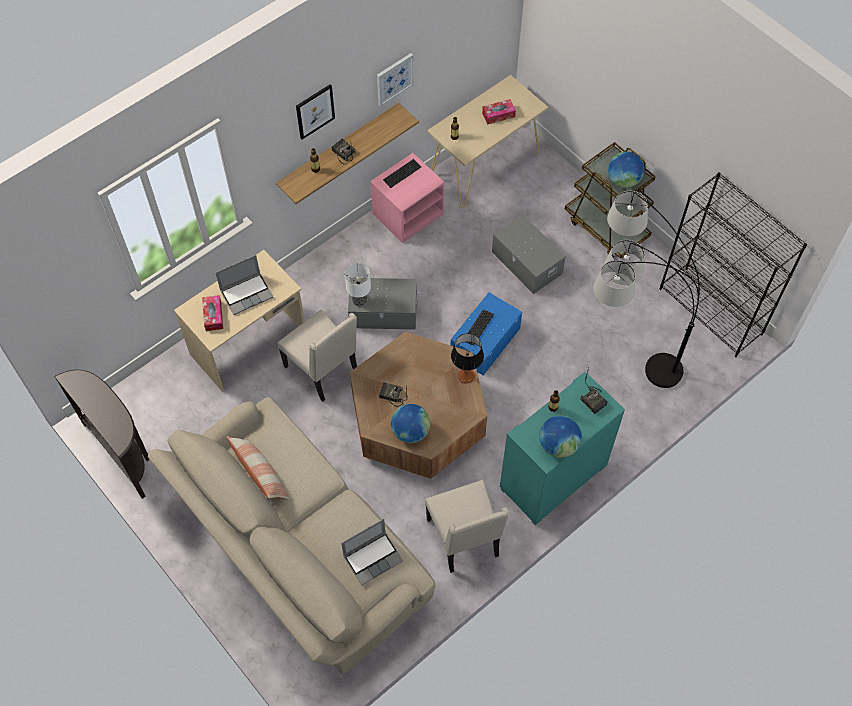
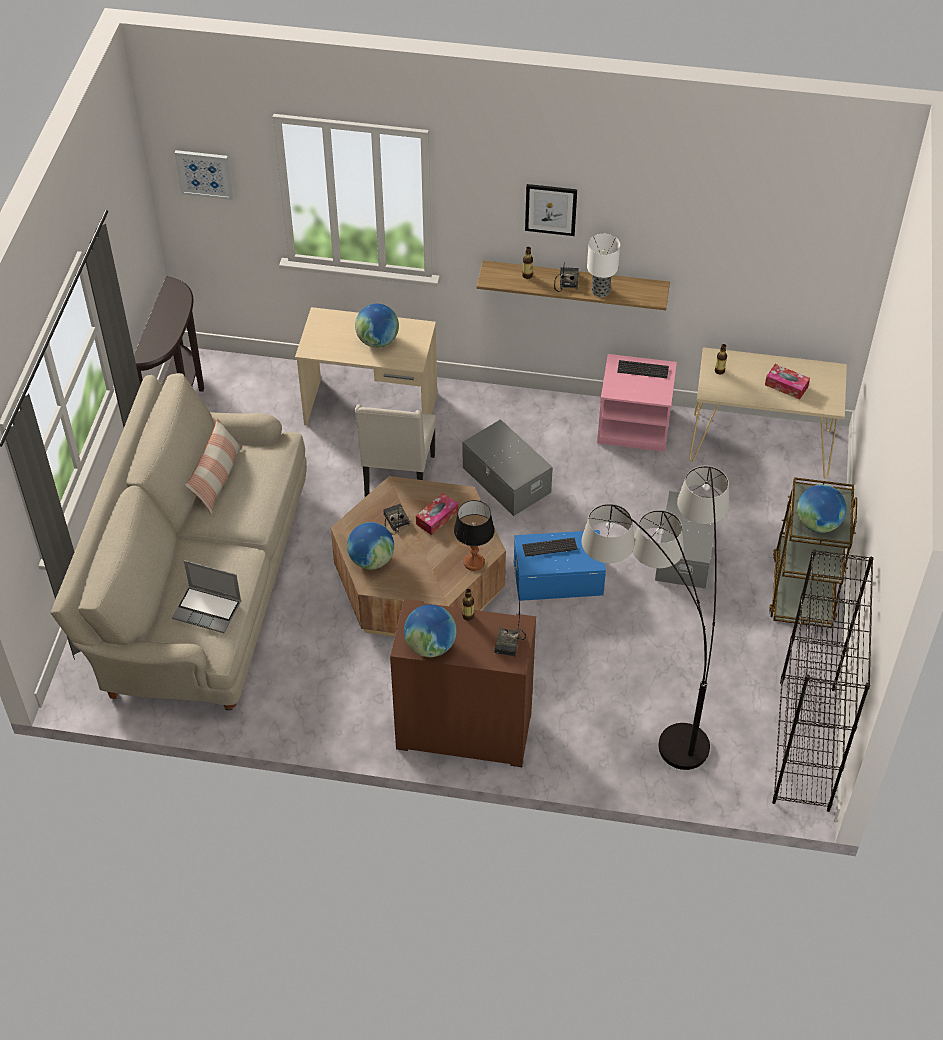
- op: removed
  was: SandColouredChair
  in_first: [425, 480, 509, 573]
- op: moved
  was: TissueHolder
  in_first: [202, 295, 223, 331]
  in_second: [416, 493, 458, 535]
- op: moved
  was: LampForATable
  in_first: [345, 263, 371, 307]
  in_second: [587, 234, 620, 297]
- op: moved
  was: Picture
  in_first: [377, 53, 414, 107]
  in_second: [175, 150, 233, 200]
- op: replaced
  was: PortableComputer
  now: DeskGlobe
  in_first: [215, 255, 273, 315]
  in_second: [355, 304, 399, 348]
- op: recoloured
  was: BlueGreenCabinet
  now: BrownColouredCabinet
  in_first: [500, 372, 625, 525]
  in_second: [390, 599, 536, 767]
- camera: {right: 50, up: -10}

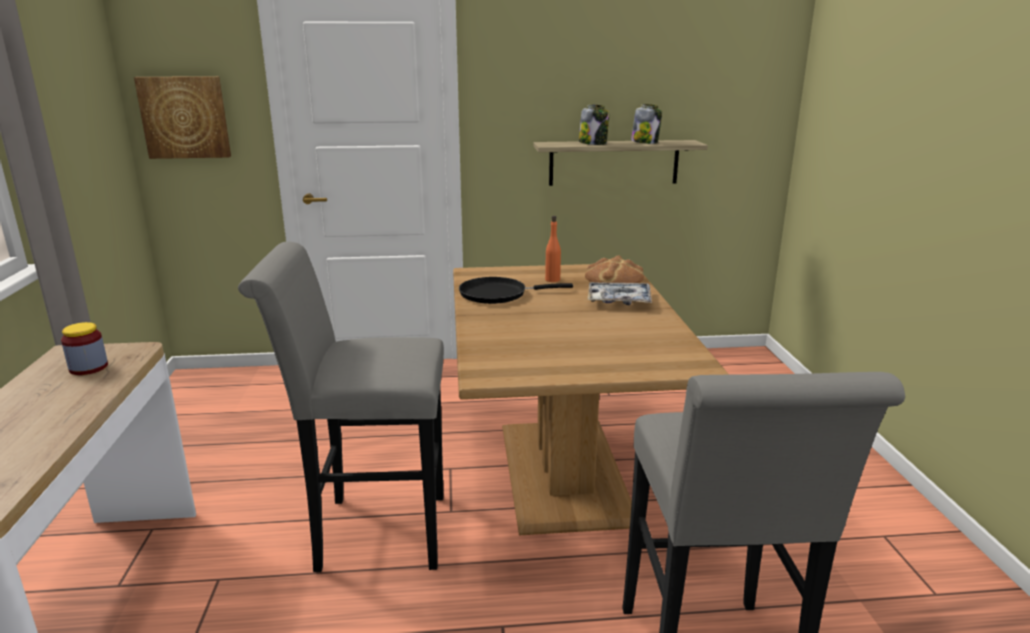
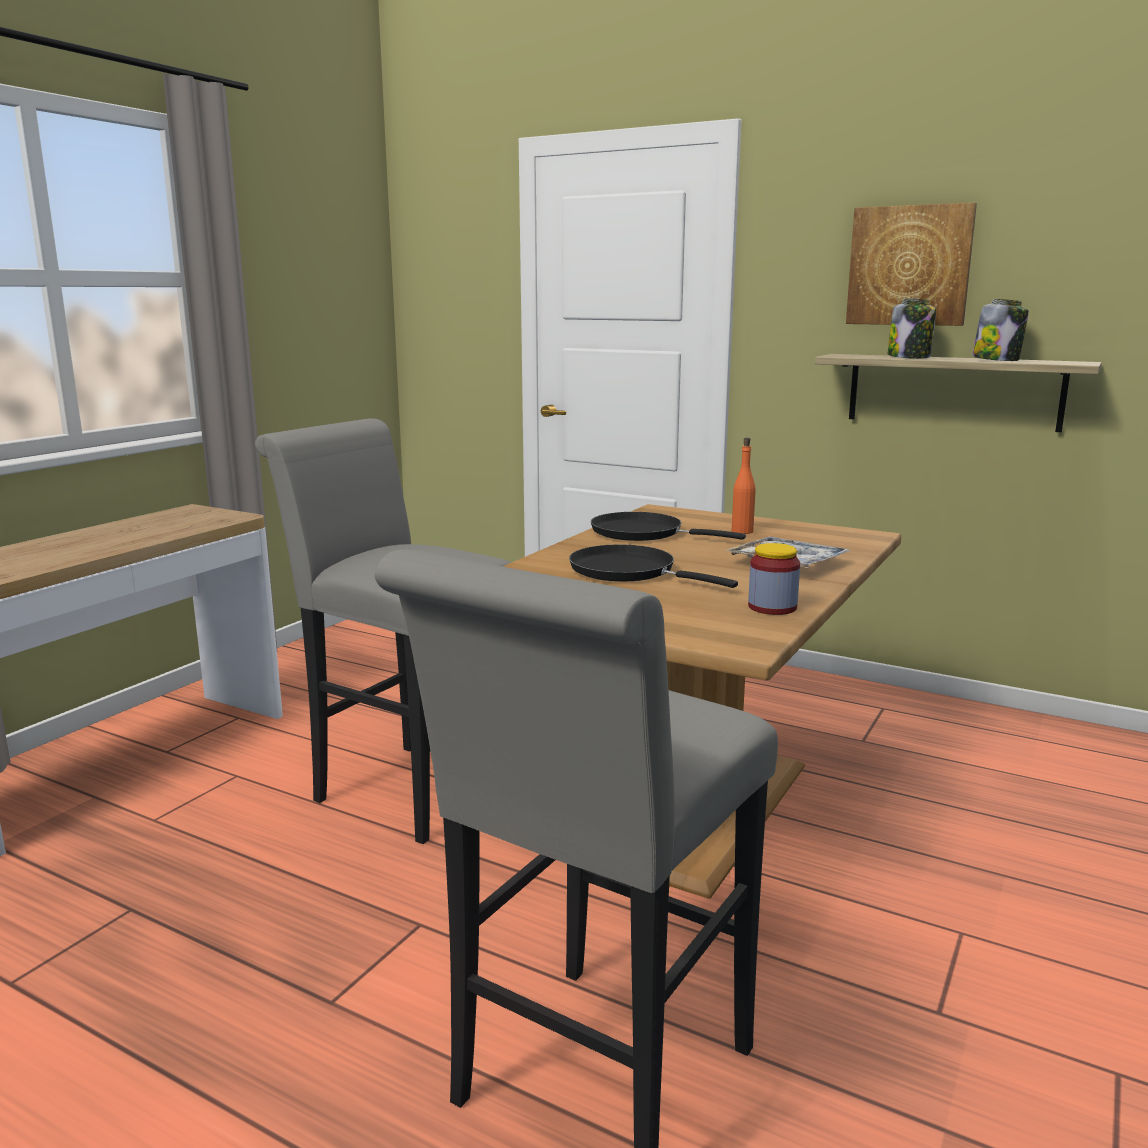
- op: removed
  was: Bread
  in_first: [585, 255, 644, 283]
- op: added
  now: BlackishSkillet
  in_second: [569, 544, 738, 588]
- op: moved
  was: StorageJar
  in_first: [61, 322, 108, 375]
  in_second: [748, 543, 800, 615]
- op: moved
  was: Picture
  in_first: [134, 76, 231, 159]
  in_second: [846, 203, 977, 326]
- camera: {right: 35, up: -5}

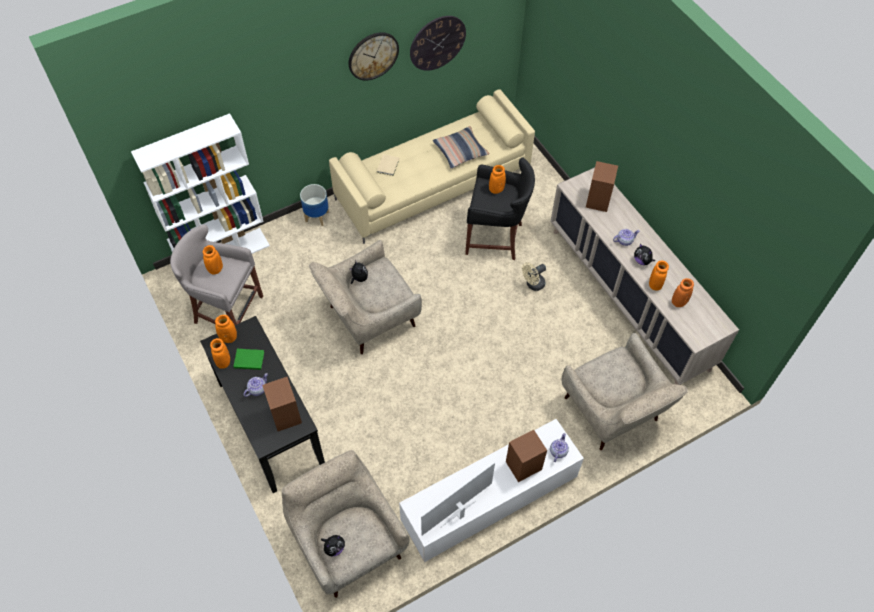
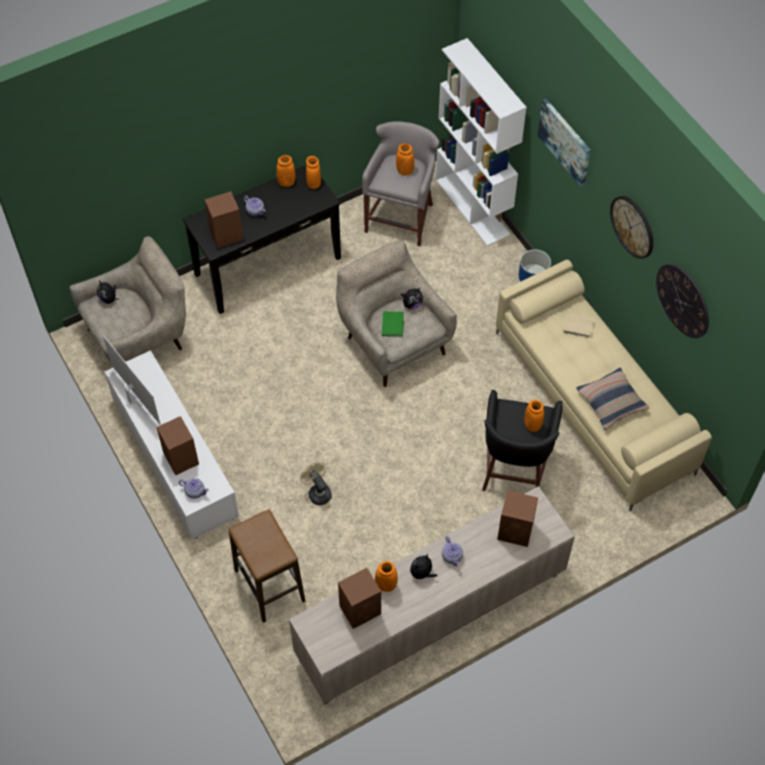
- op: added
  now: Picture
  in_second: [538, 99, 591, 186]
- op: moved
  was: GreenVolume
  in_first: [233, 349, 264, 370]
  in_second: [382, 311, 404, 337]
- op: moved
  was: SandColouredCoolingFan
  in_first: [522, 262, 546, 291]
  in_second: [300, 462, 332, 505]
- op: replaced
  was: SandColouredArmchair
  now: Stool
  in_first: [562, 333, 688, 450]
  in_second: [228, 509, 305, 623]
- op: replaced
  was: OrangeColouredVase
  now: BrownColouredAudioSpeaker
  in_first: [672, 278, 694, 307]
  in_second: [338, 568, 381, 629]
- camera: {right: 90, up: 0}

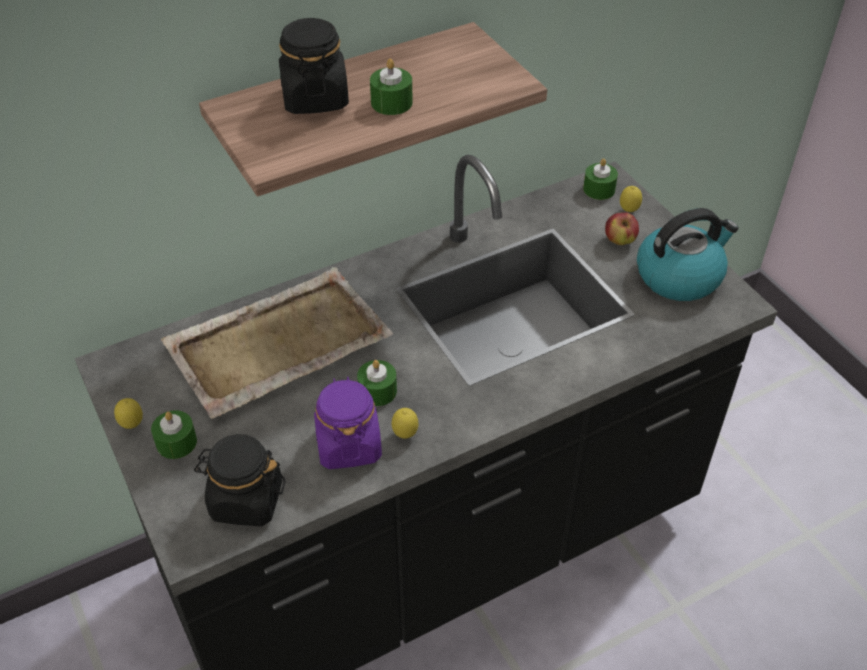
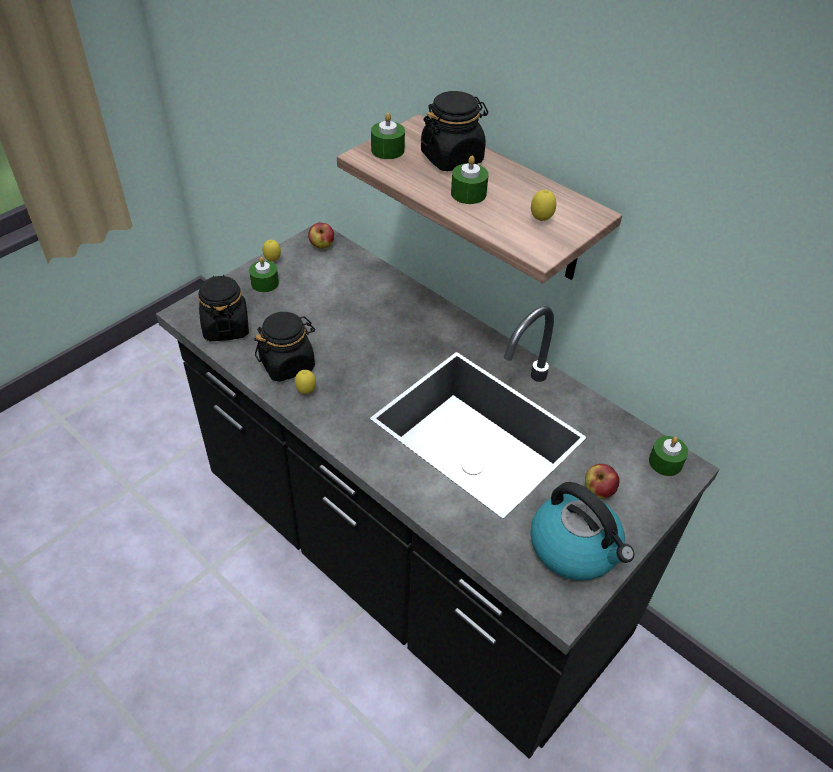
- op: removed
  was: SandColouredServingTray
  in_first: [161, 267, 393, 419]
- op: added
  now: Apple
  in_second: [308, 223, 334, 249]
- op: moved
  was: GreenWaxLight
  in_first: [357, 360, 397, 406]
  in_second: [371, 113, 405, 159]
- op: moved
  was: WholeLemon
  in_first: [620, 186, 642, 212]
  in_second: [531, 190, 556, 221]
- op: recoloured
  was: PurpleColouredStorageJar
  now: BlackishStorageJar
  in_first: [314, 376, 382, 469]
  in_second: [254, 312, 315, 382]
- camera: {right: 70, up: 0}

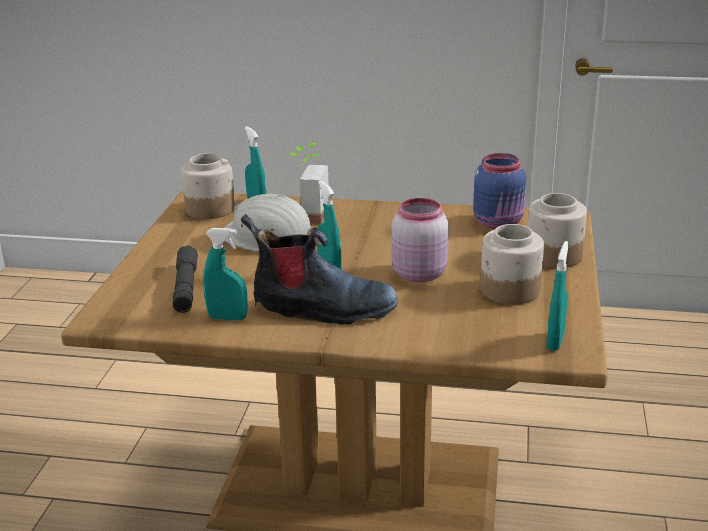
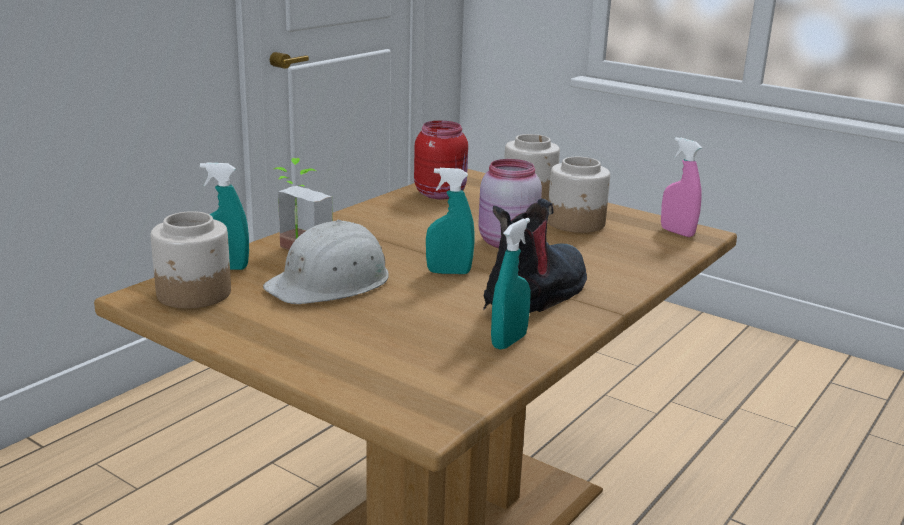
- op: removed
  was: GreyTorch
  in_first: [173, 245, 198, 313]
- op: recoloured
  was: BlueColouredStorageJar
  now: RedStorageJar
  in_first: [473, 153, 526, 229]
  in_second: [414, 121, 468, 199]
- op: recoloured
  was: BlueGreenSprayer
  now: PinkishSprayer
  in_first: [547, 241, 568, 351]
  in_second: [661, 137, 702, 237]
- camera: {right: -65, up: -5}

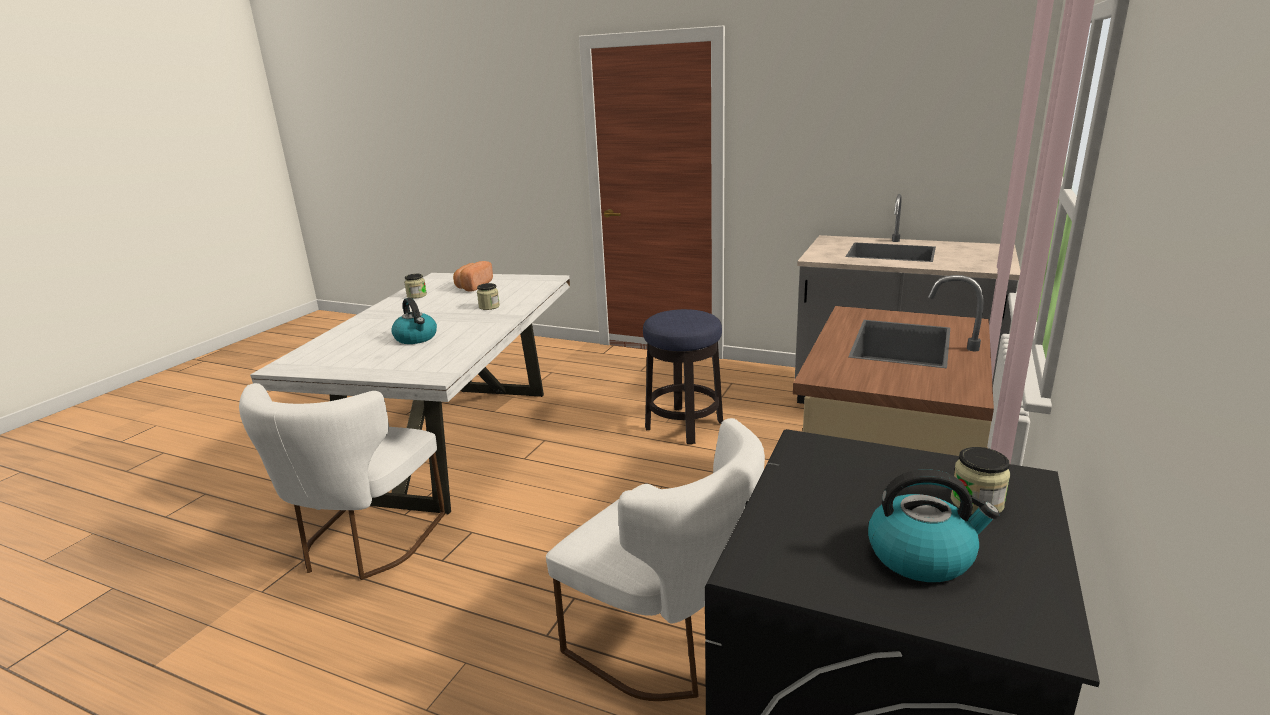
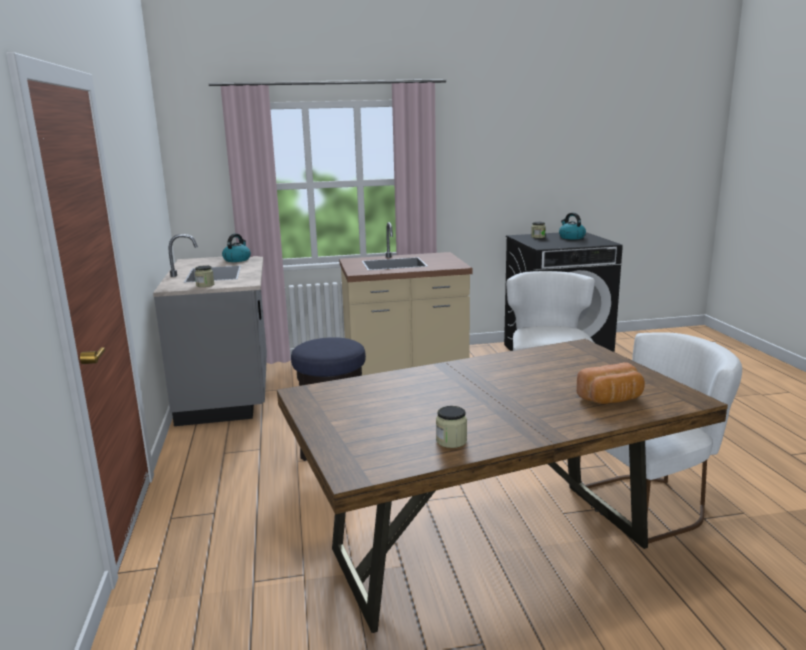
- op: moved
  was: WaterKettle
  in_first: [391, 298, 437, 344]
  in_second: [222, 234, 251, 262]
- op: moved
  was: Bread
  in_first: [453, 261, 493, 292]
  in_second: [577, 362, 645, 404]
- op: moved
  was: StorageJar
  in_first: [477, 283, 500, 310]
  in_second: [195, 265, 214, 287]
- op: recoloured
  was: WhitishDiningTable
  now: BrownColouredDiningTable
  in_first: [250, 273, 570, 514]
  in_second: [277, 339, 728, 633]
- camera: {right: -125, up: -5}

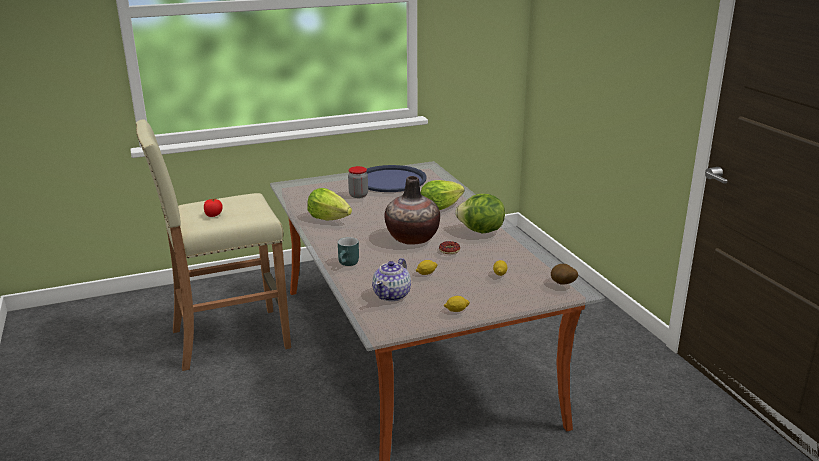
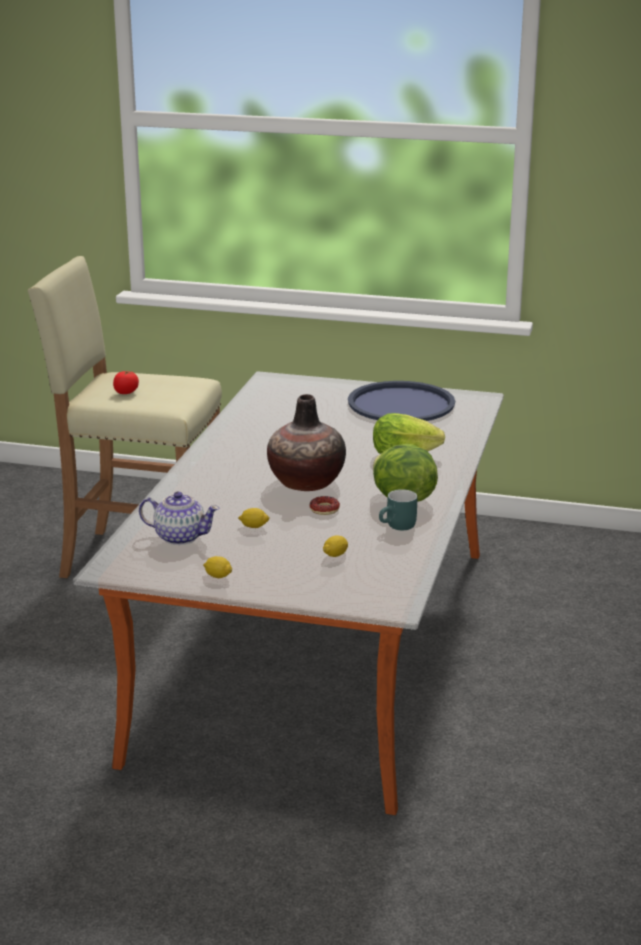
- op: removed
  was: Lettuce
  in_first: [308, 188, 352, 220]
- op: removed
  was: StorageJar
  in_first: [348, 166, 368, 198]
- op: removed
  was: Spud
  in_first: [551, 264, 578, 284]
- op: moved
  was: BlueGreenMug
  in_first: [338, 237, 359, 266]
  in_second: [379, 489, 418, 530]
- op: turned
  was: Teapot
  in_first: [372, 258, 411, 302]
  in_second: [139, 492, 220, 545]
  clockwise: -135
- camera: {right: 35, up: 0}

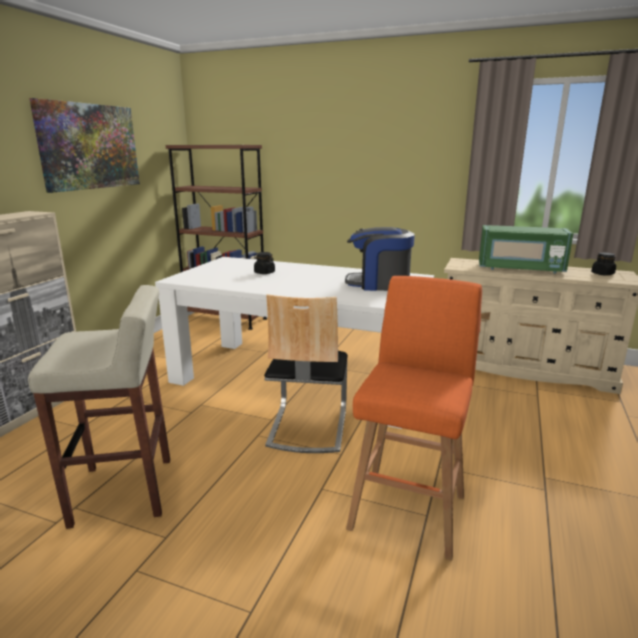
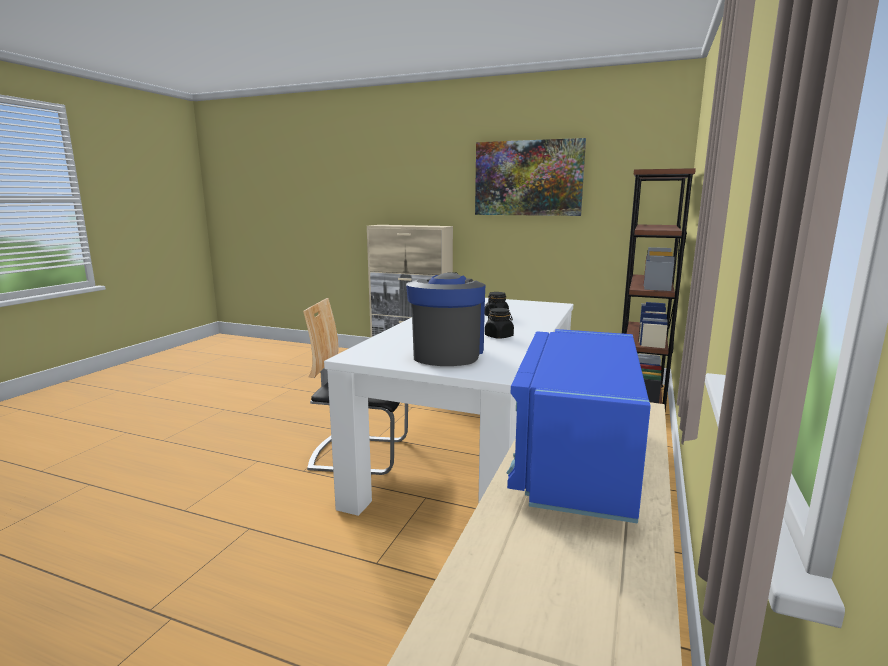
- op: removed
  was: SandColouredStool
  in_first: [28, 285, 170, 529]
- op: removed
  was: OrangeColouredStool
  in_first: [346, 276, 482, 561]
- op: moved
  was: BlackishStorageJar
  in_first: [591, 252, 616, 275]
  in_second: [485, 308, 514, 339]
- op: recoloured
  was: GreenMicrowaveOven
  now: BlueColouredMicrowaveOven
  in_first: [479, 225, 573, 274]
  in_second: [506, 329, 651, 523]
- camera: {right: 90, up: -5}

